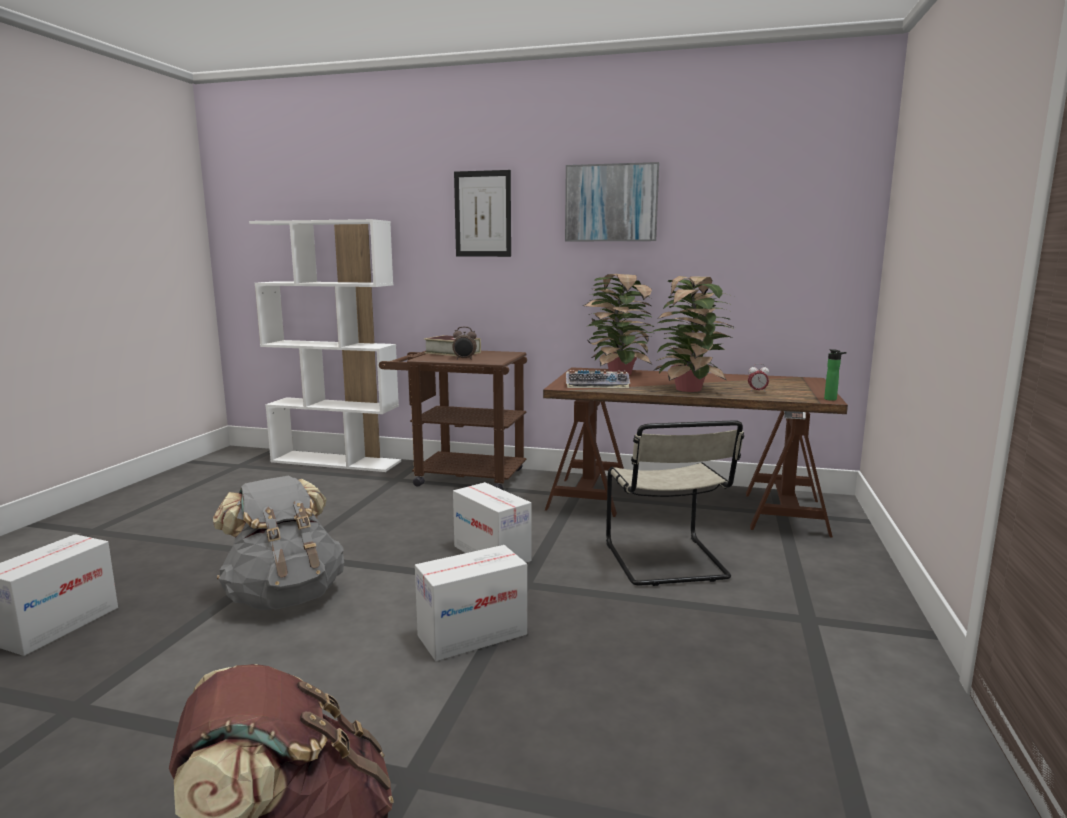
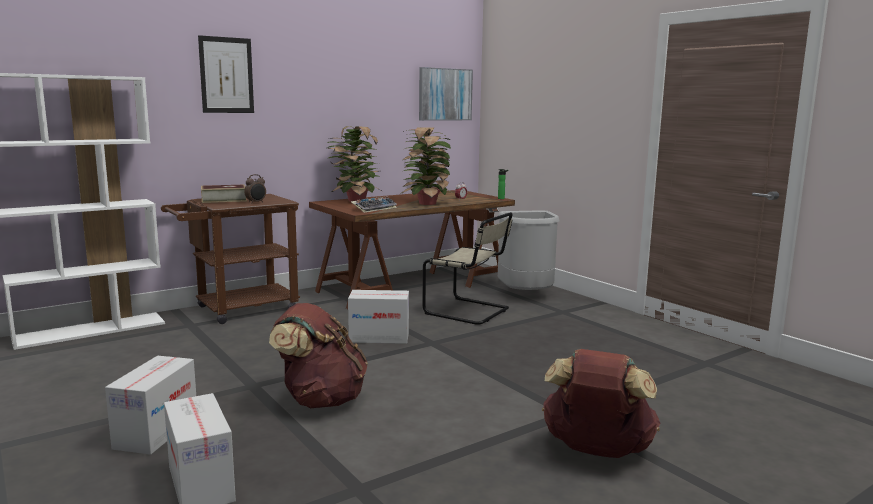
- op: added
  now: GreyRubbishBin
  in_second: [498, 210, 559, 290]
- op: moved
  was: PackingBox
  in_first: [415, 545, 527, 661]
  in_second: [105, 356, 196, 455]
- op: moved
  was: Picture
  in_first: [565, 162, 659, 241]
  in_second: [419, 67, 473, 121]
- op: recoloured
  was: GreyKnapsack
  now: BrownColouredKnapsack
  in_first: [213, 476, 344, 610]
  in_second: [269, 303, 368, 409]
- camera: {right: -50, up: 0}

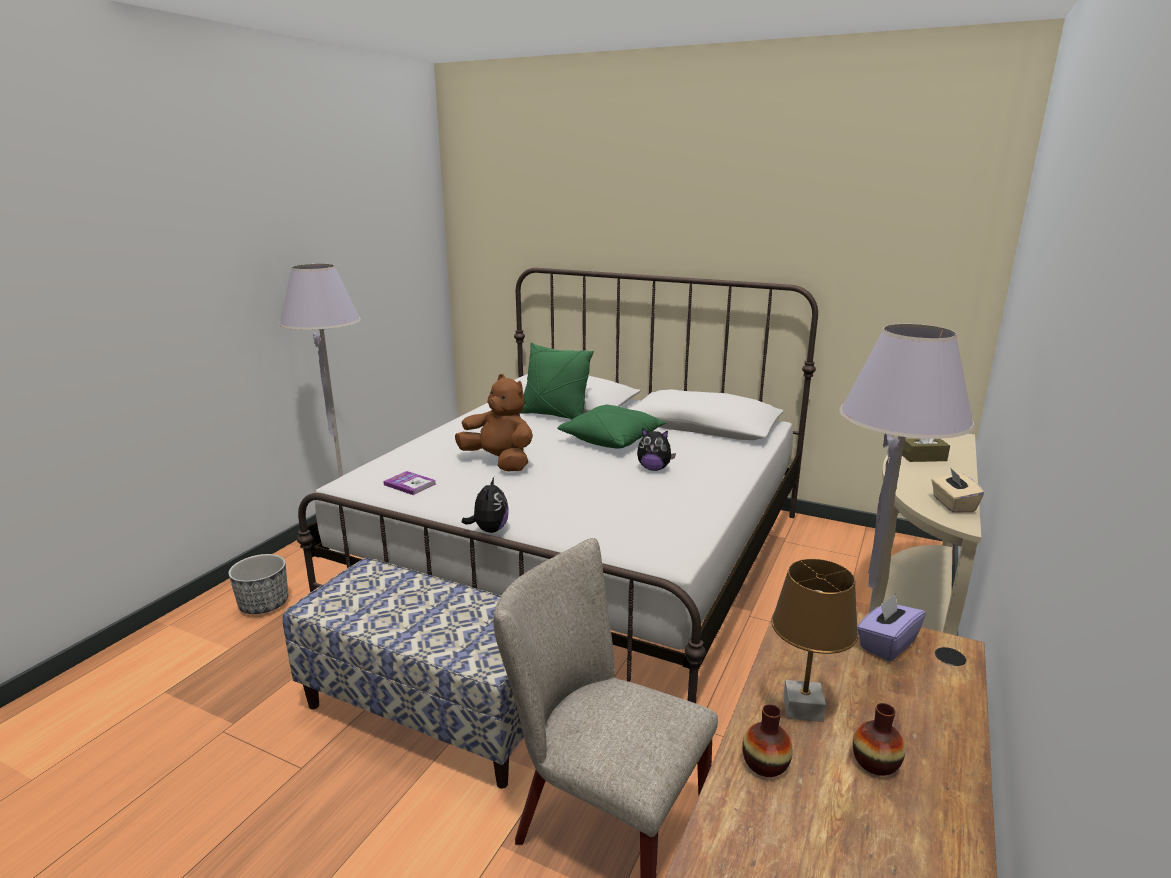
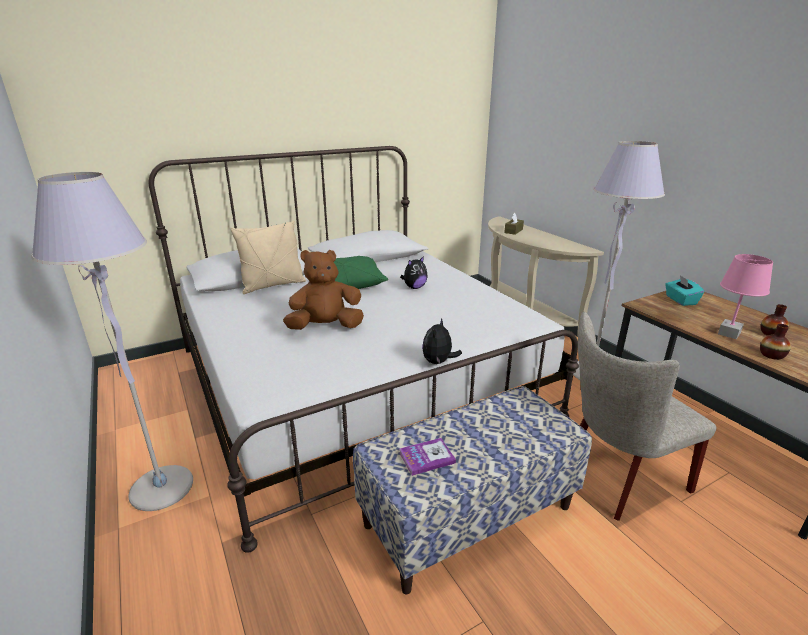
- op: removed
  was: FlowerPot
  in_first: [228, 554, 288, 614]
- op: removed
  was: SandColouredTissueHolder
  in_first: [932, 467, 984, 513]
- op: moved
  was: Volume
  in_first: [383, 471, 436, 495]
  in_second: [399, 438, 456, 476]
- op: recoloured
  was: GreenCushion
  now: SandColouredCushion
  in_first: [521, 342, 594, 420]
  in_second: [230, 221, 306, 294]
- op: recoloured
  was: BrownColouredLampForATable
  now: PinkishLampForATable
  in_first: [771, 559, 859, 722]
  in_second: [718, 254, 773, 339]
- op: recoloured
  was: PurpleColouredTissueHolder
  now: BlueGreenTissueHolder
  in_first: [857, 594, 926, 662]
  in_second: [665, 275, 704, 306]
- op: turned
  was: CuddlyToy
  in_first: [461, 477, 509, 533]
  in_second: [422, 318, 462, 364]
  clockwise: -105
- camera: {right: -55, up: 5}

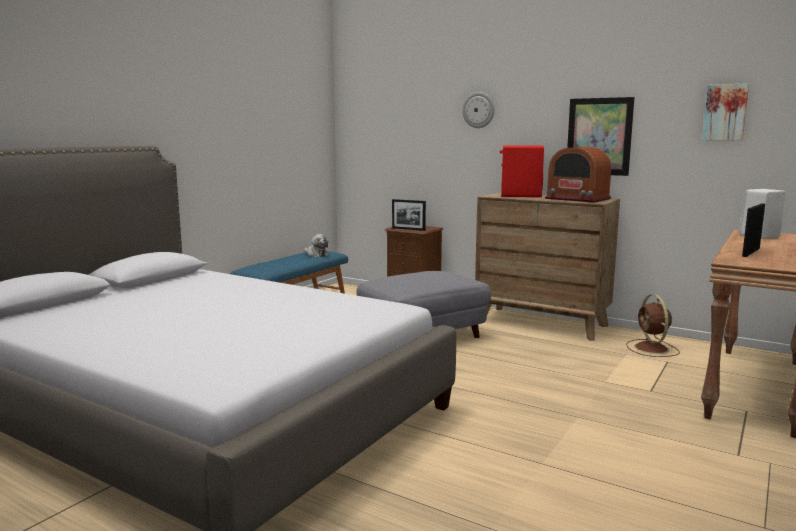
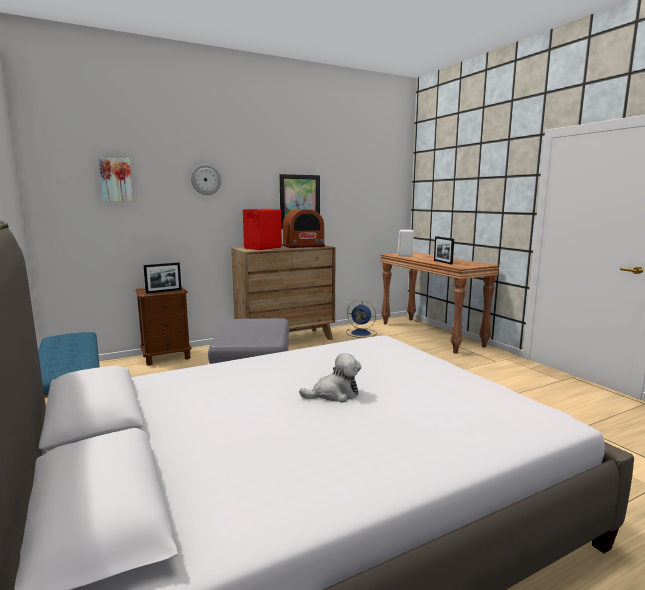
- op: moved
  was: CuddlyToy
  in_first: [304, 234, 328, 257]
  in_second: [299, 353, 361, 403]
- op: moved
  was: Picture
  in_first: [702, 83, 749, 141]
  in_second: [99, 158, 133, 202]
- op: recoloured
  was: BrownColouredCoolingFan
  now: BlueColouredCoolingFan
  in_first: [626, 294, 680, 357]
  in_second: [346, 300, 377, 338]
- camera: {right: -60, up: 0}

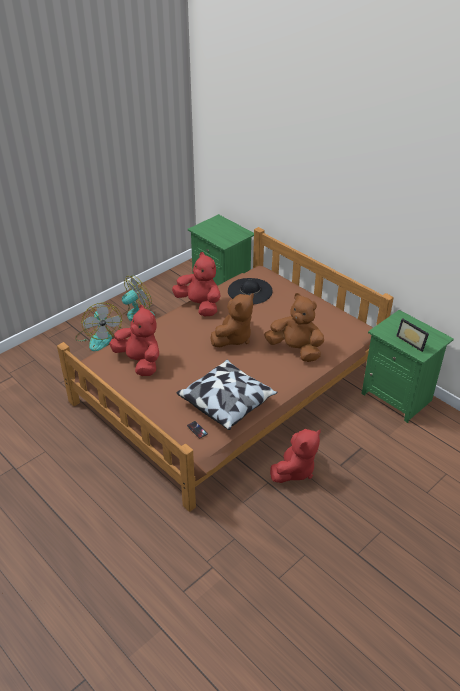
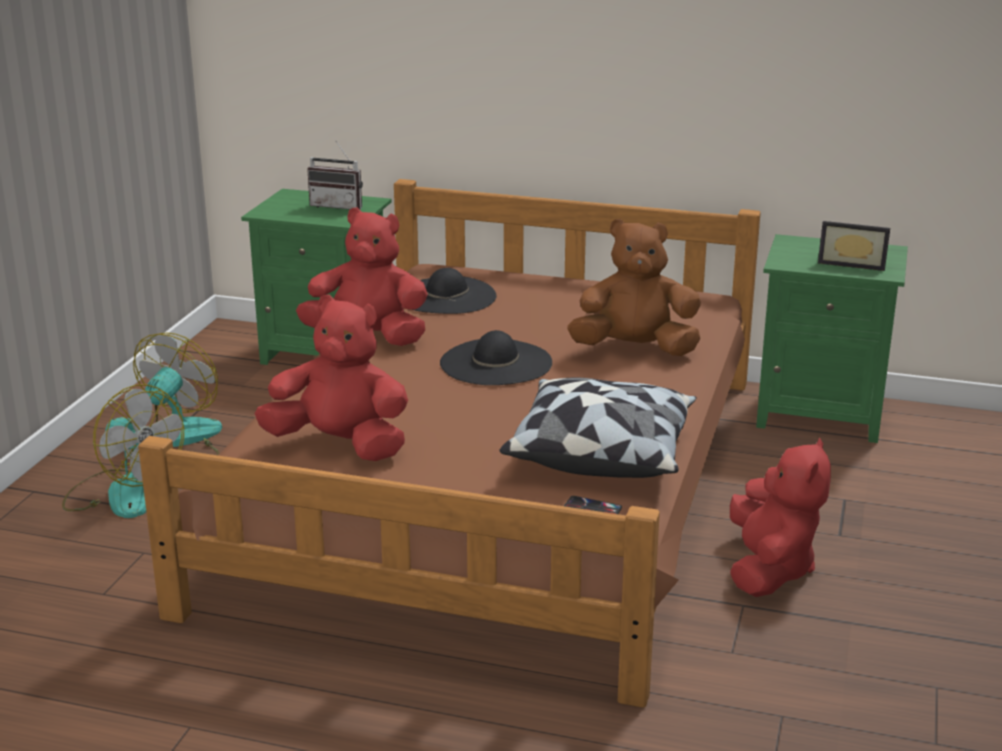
- op: added
  now: RadioSet
  in_second: [307, 143, 363, 210]
- op: replaced
  was: BrownColouredCuddlyToy
  now: BlackishClothingHat
  in_first: [210, 293, 254, 347]
  in_second: [440, 330, 552, 385]
- camera: {right: -30, up: -15}

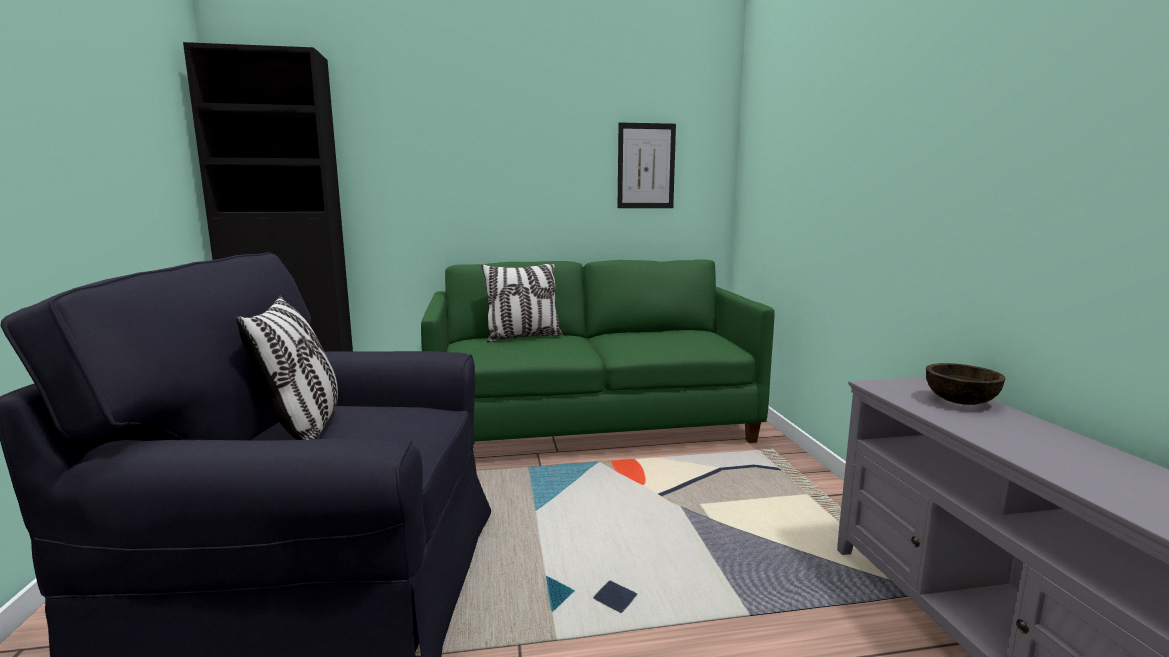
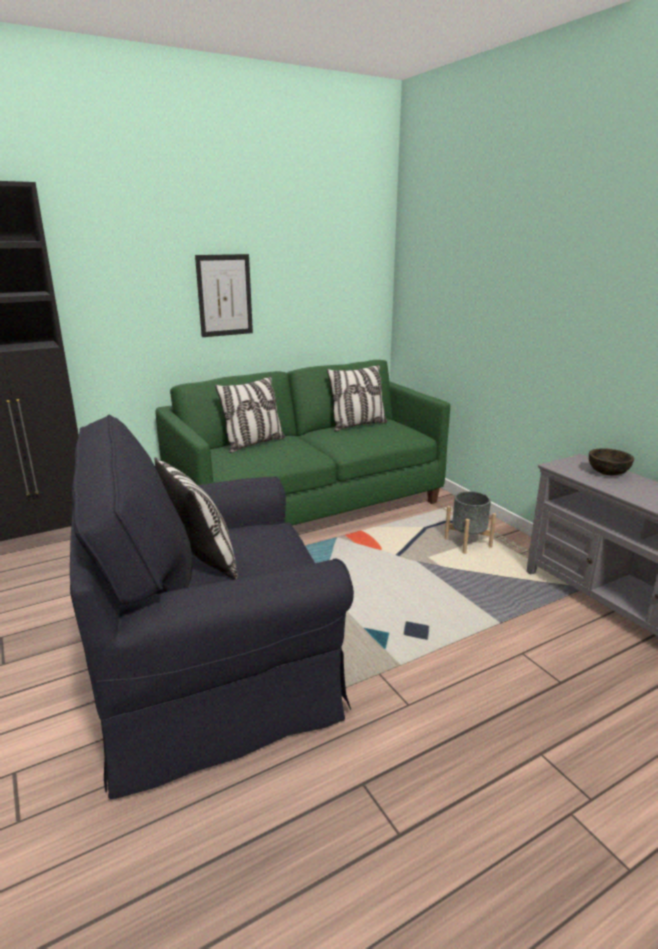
- op: added
  now: Cushion
  in_second: [327, 365, 388, 431]
- op: added
  now: GreyFlowerPot
  in_second: [445, 491, 496, 554]
- op: moved
  was: Picture
  in_first: [618, 122, 676, 208]
  in_second: [195, 254, 253, 337]
- camera: {right: -20, up: 10}

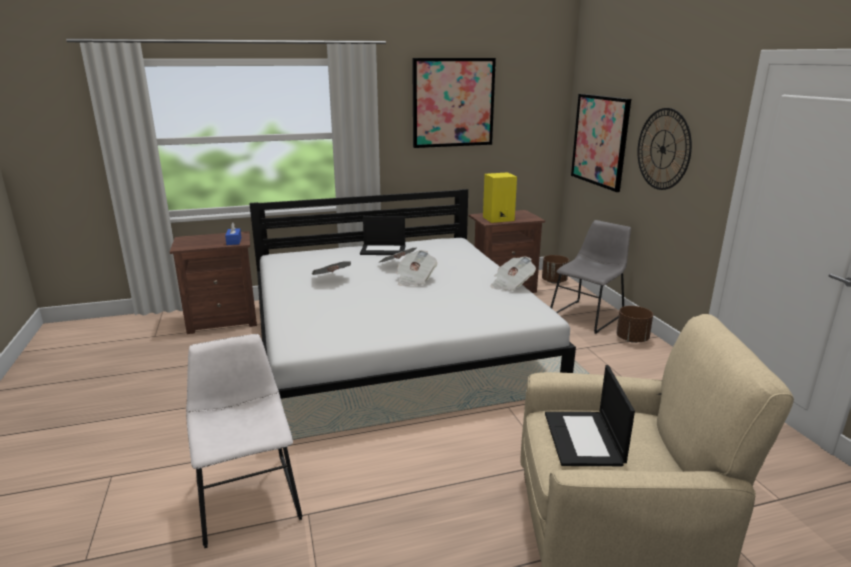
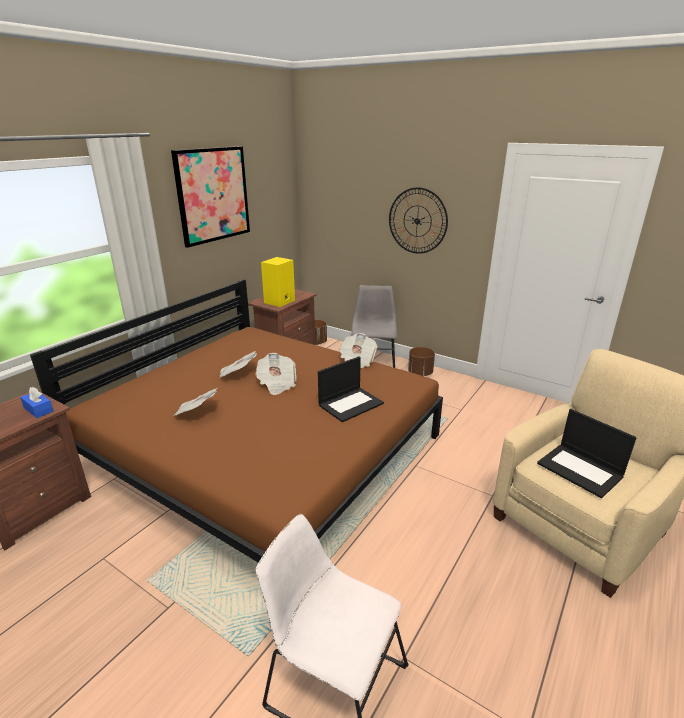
- op: removed
  was: Picture
  in_first: [571, 94, 631, 192]
- op: moved
  was: PortableComputer
  in_first: [360, 216, 406, 255]
  in_second: [318, 356, 384, 422]
- op: recoloured
  was: WhitishSleepingBed
  now: BrownColouredSleepingBed
  in_first: [249, 189, 576, 399]
  in_second: [30, 279, 443, 563]
- camera: {right: -40, up: 5}

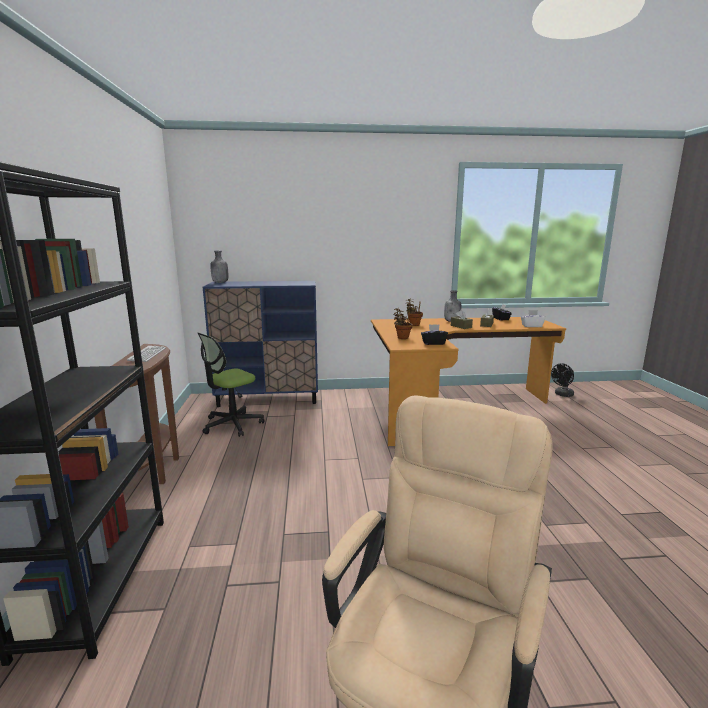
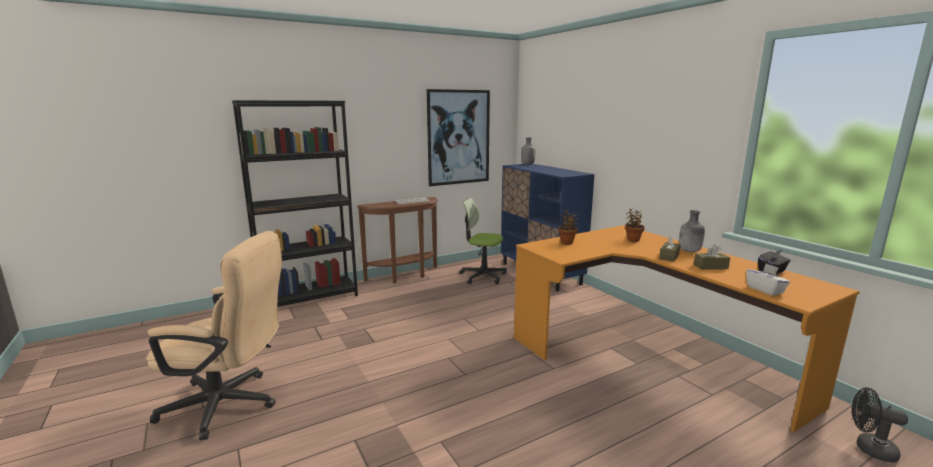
- op: removed
  was: BlackishTissueHolder
  in_first: [421, 324, 448, 345]
- op: added
  now: Picture
  in_second: [427, 89, 490, 186]
- camera: {right: 65, up: 0}

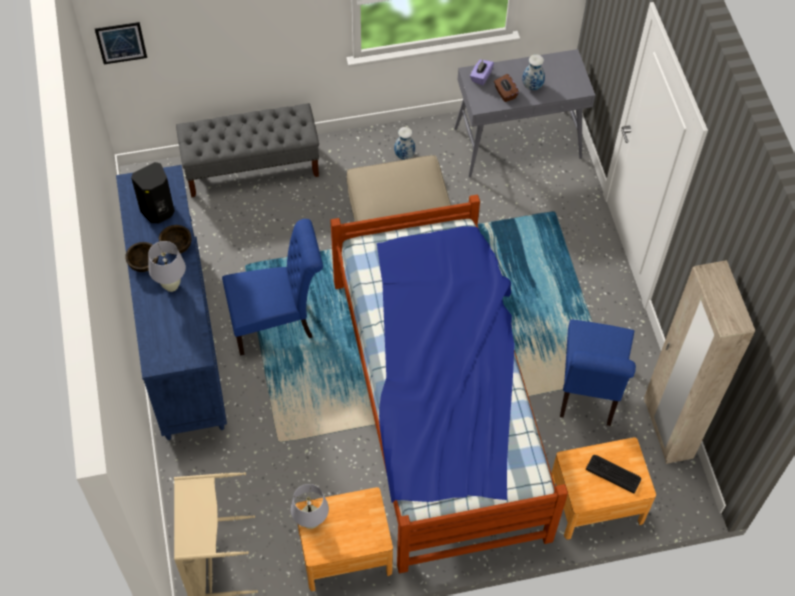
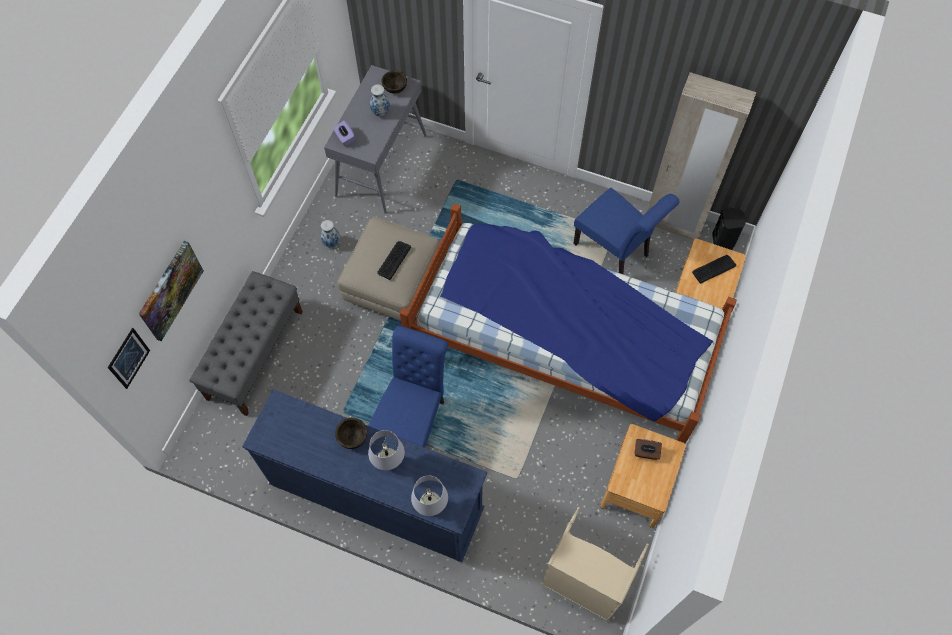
- op: added
  now: Picture
  in_second: [139, 241, 204, 341]
- op: added
  now: ComputerKeyboard
  in_second: [377, 241, 411, 280]
- op: moved
  was: BrownColouredBowl
  in_first: [125, 242, 158, 272]
  in_second: [381, 71, 407, 94]
- op: moved
  was: BlackishAudioSpeaker
  in_first: [131, 162, 175, 223]
  in_second: [712, 207, 746, 250]
- op: moved
  was: WhitishLampForATable
  in_first: [291, 484, 329, 529]
  in_second: [411, 475, 448, 516]
- op: moved
  was: BrownColouredTissueHolder
  in_first: [494, 74, 519, 102]
  in_second: [634, 439, 662, 460]
- camera: {right: -55, up: 5}

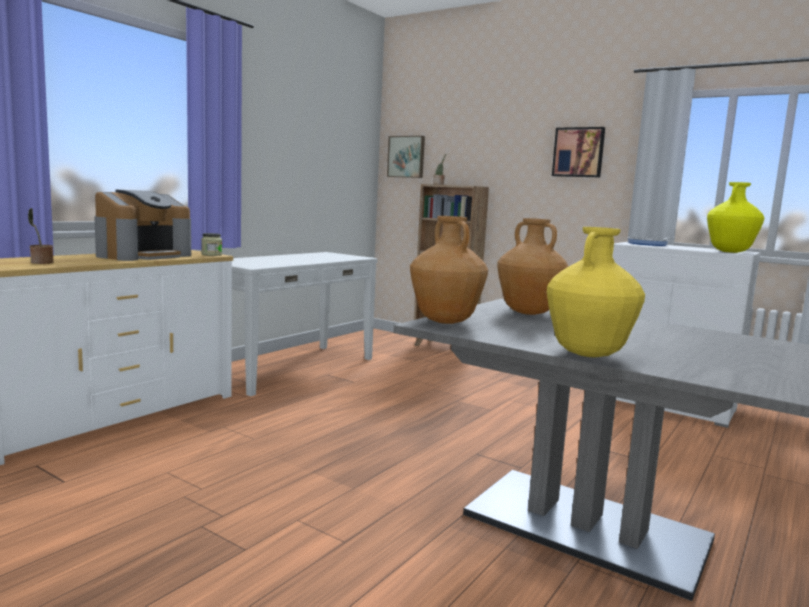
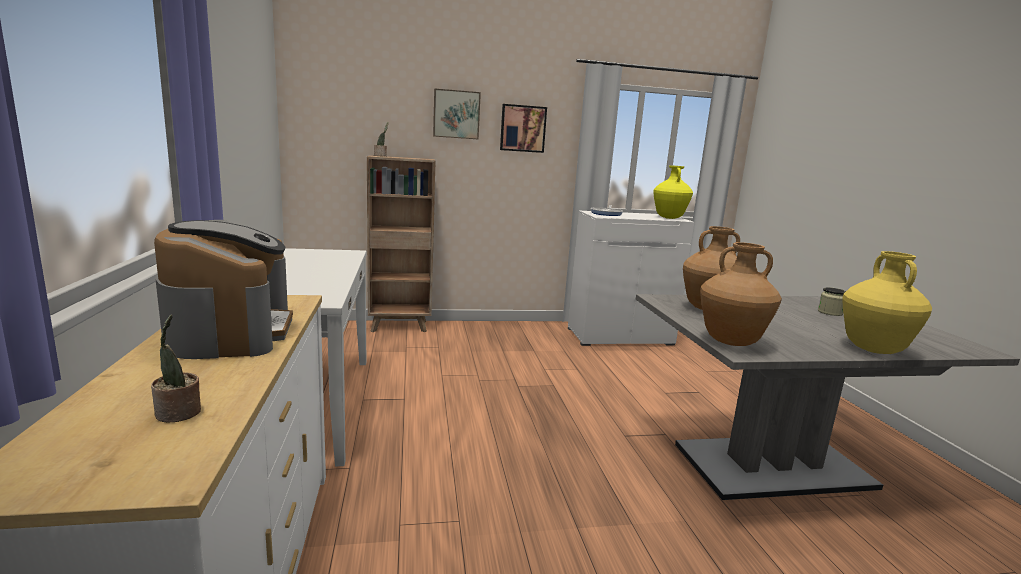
- op: moved
  was: StorageJar
  in_first: [201, 233, 222, 256]
  in_second: [818, 287, 846, 316]
- op: moved
  was: Picture
  in_first: [387, 136, 425, 178]
  in_second: [433, 88, 481, 139]
- camera: {right: -45, up: 5}

